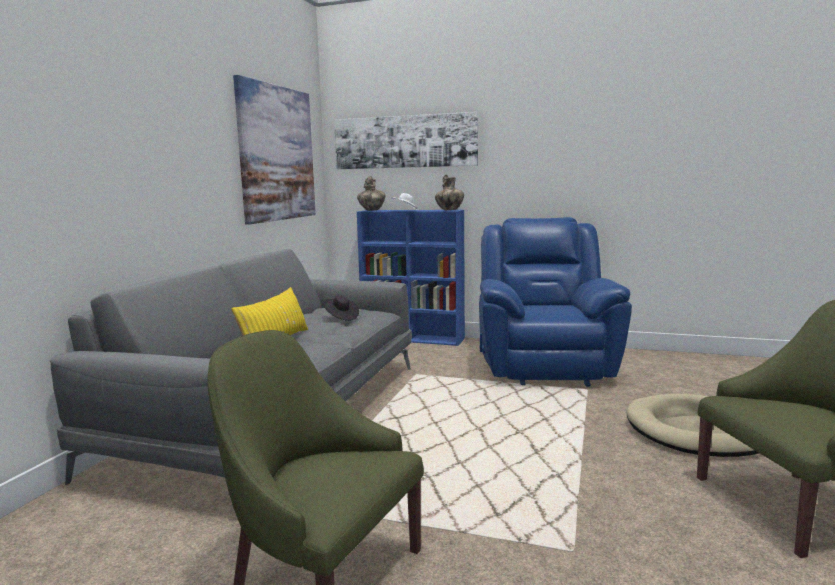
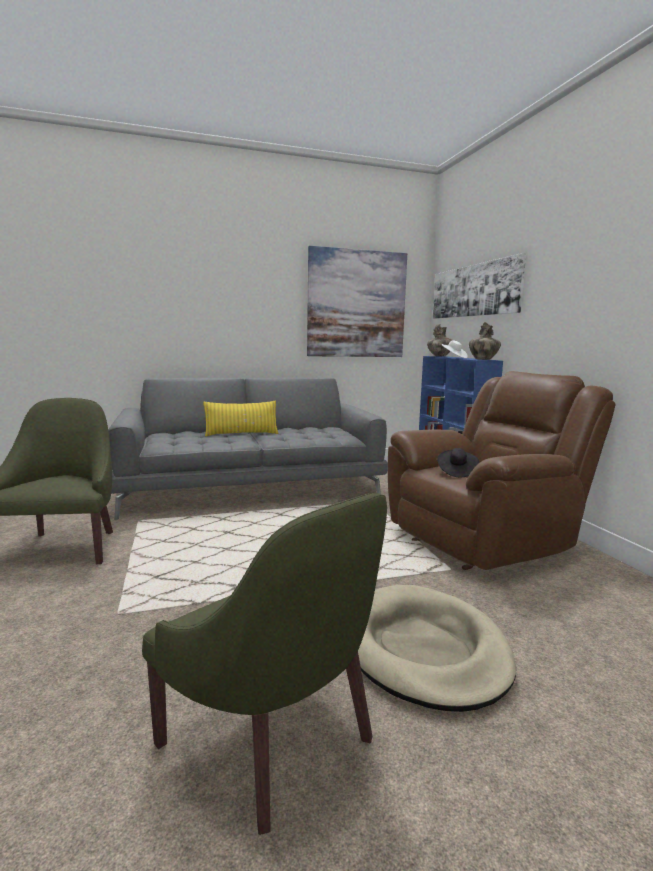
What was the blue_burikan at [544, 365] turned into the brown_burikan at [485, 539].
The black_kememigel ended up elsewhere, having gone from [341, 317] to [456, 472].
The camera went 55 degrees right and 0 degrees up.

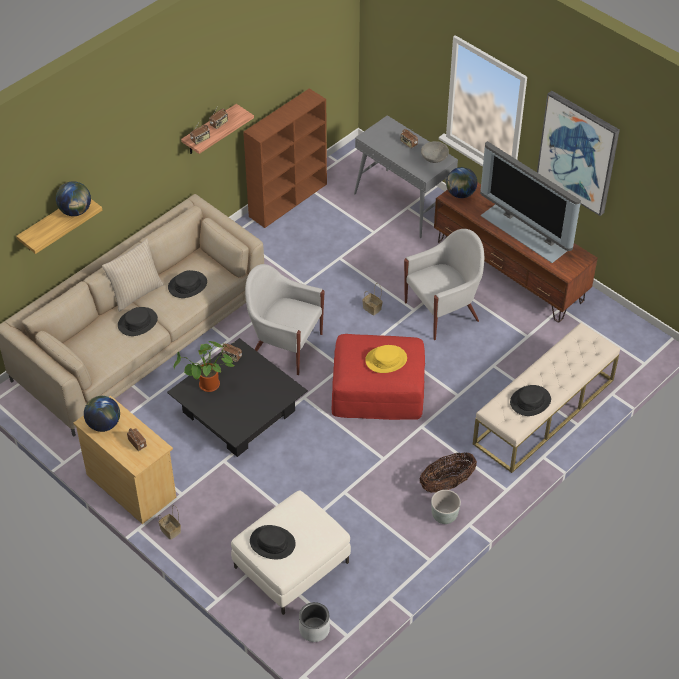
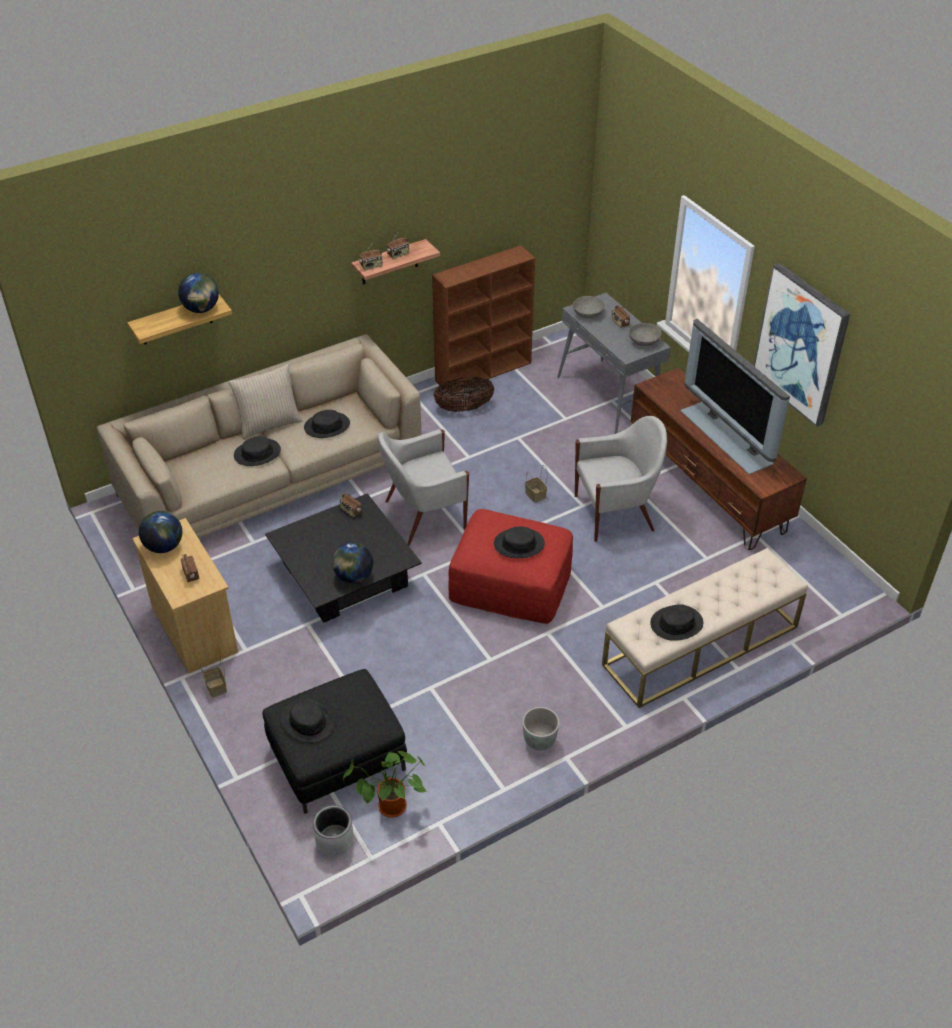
The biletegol ended up elsewhere, having gone from [460, 194] to [353, 576].
The white_burikan at [284, 345] ended up facing another way, 60 degrees counterclockwise from before.
The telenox ended up elsewhere, having gone from [208, 387] to [390, 809].
What was the yellow_kememigel at [386, 359] turned into the black_kememigel at [519, 544].
The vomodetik ended up elsewhere, having gone from [447, 483] to [464, 408].
What was the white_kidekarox at [292, 565] turned into the black_kidekarox at [338, 757].
The second view gained the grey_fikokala at [588, 314].
The camera went 15 degrees right and 5 degrees down.

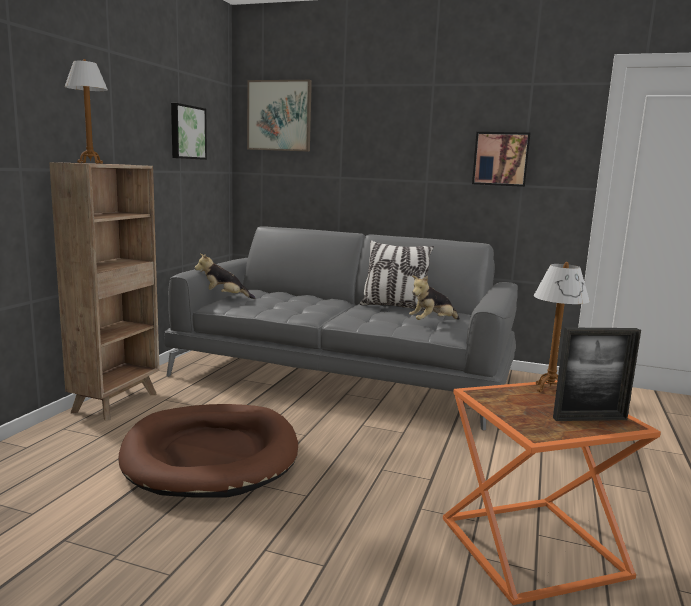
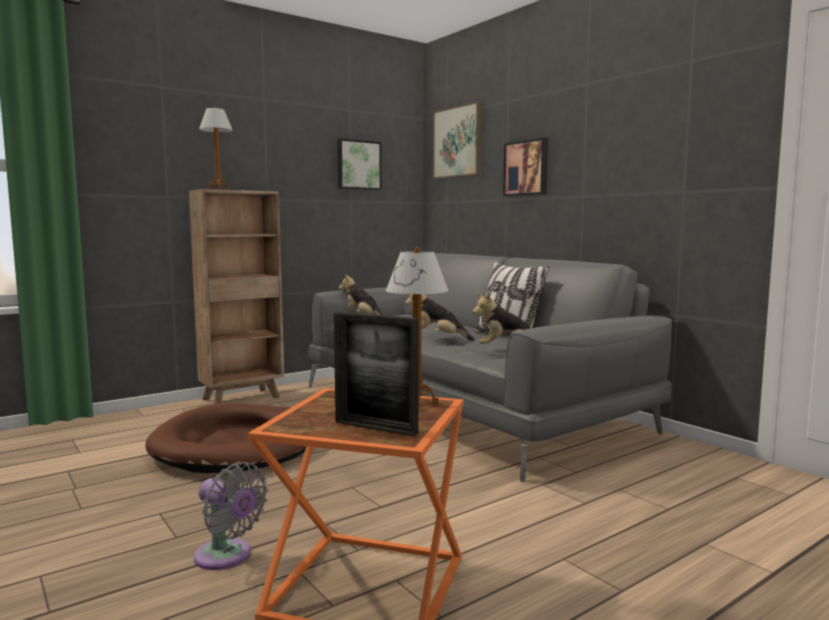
The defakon ended up elsewhere, having gone from [501, 159] to [527, 168].
The second view gained the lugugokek at [438, 338].
The second view gained the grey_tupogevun at [227, 557].
The camera went 35 degrees right and 5 degrees down.

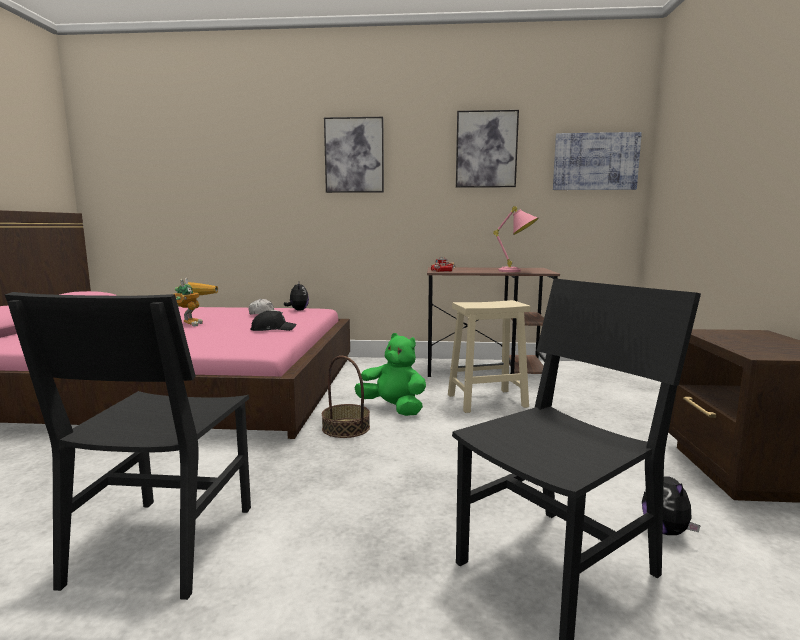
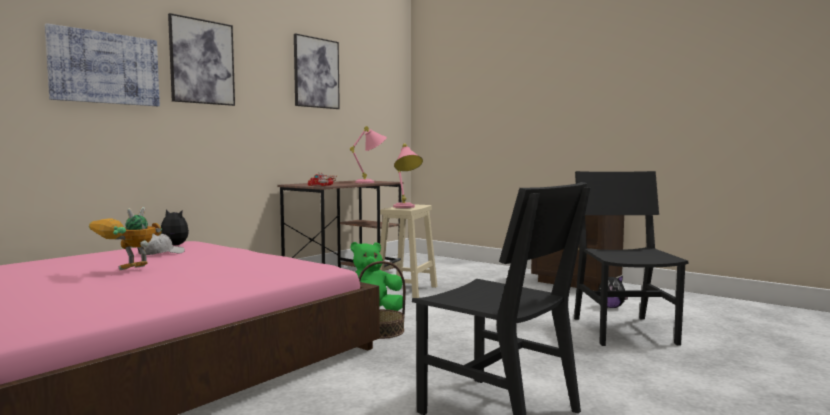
The defakon ended up elsewhere, having gone from [595, 161] to [105, 68].
The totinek at [193, 323] ended up facing another way, 90 degrees counterclockwise from before.
The second view lost the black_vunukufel at [273, 329].
The second view gained the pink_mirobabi at [406, 207].
The camera went 55 degrees left and 5 degrees down.

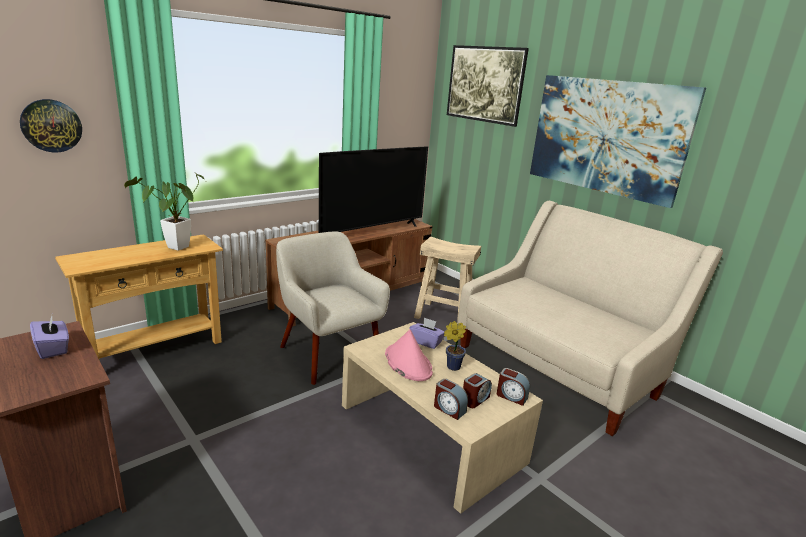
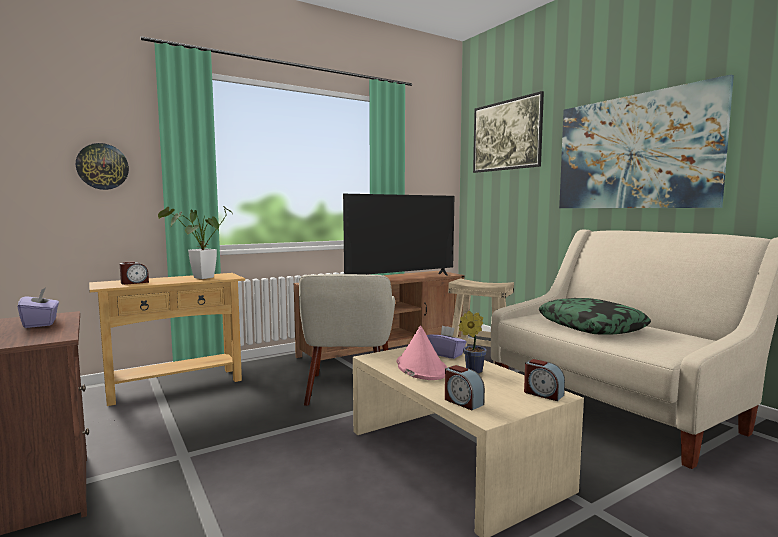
The beige_burikan at [328, 353] ended up facing another way, 150 degrees counterclockwise from before.
The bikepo ended up elsewhere, having gone from [475, 399] to [134, 282].
The second view gained the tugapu at [591, 326].
The camera went 10 degrees right and 15 degrees down.

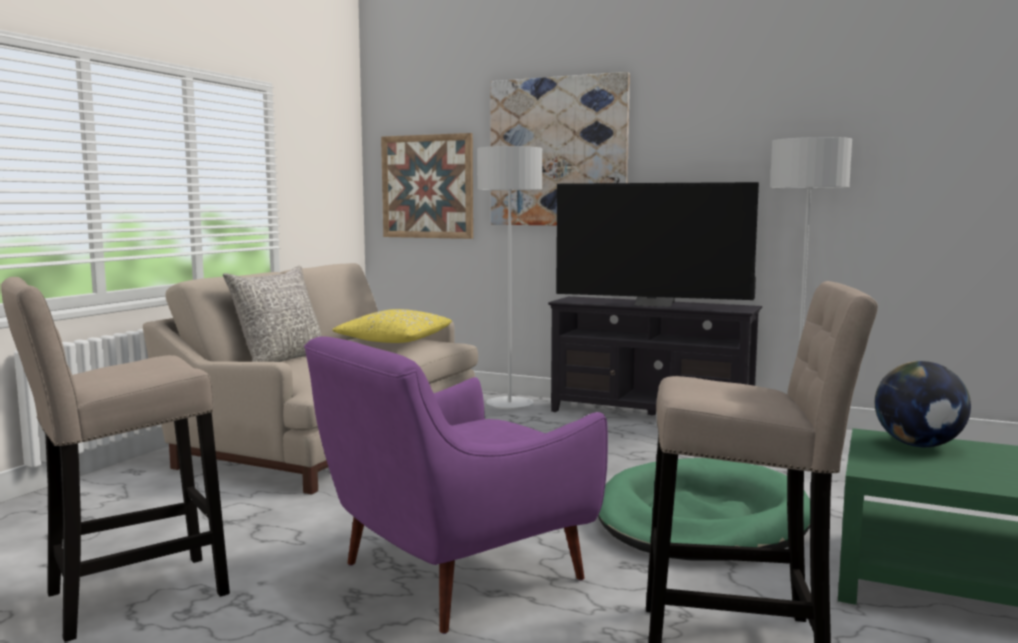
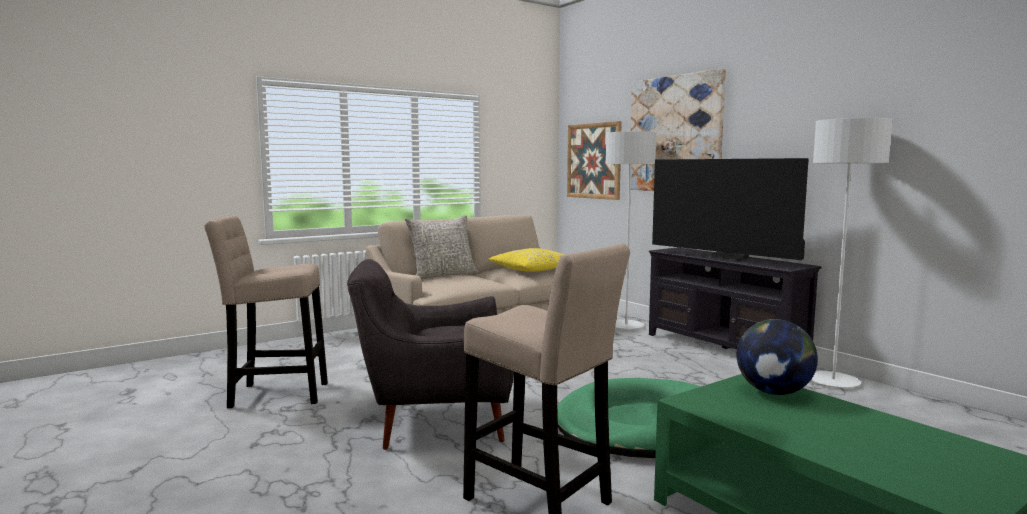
What was the purple_burikan at [452, 575] turned into the grey_burikan at [433, 421].
The camera went 30 degrees right and 0 degrees up.

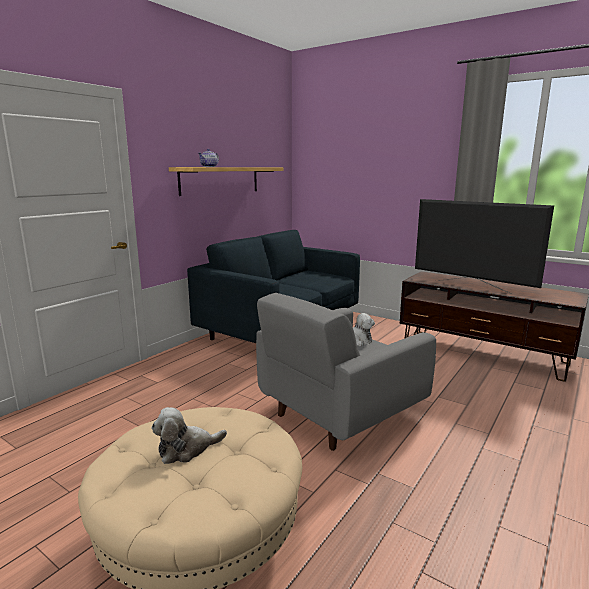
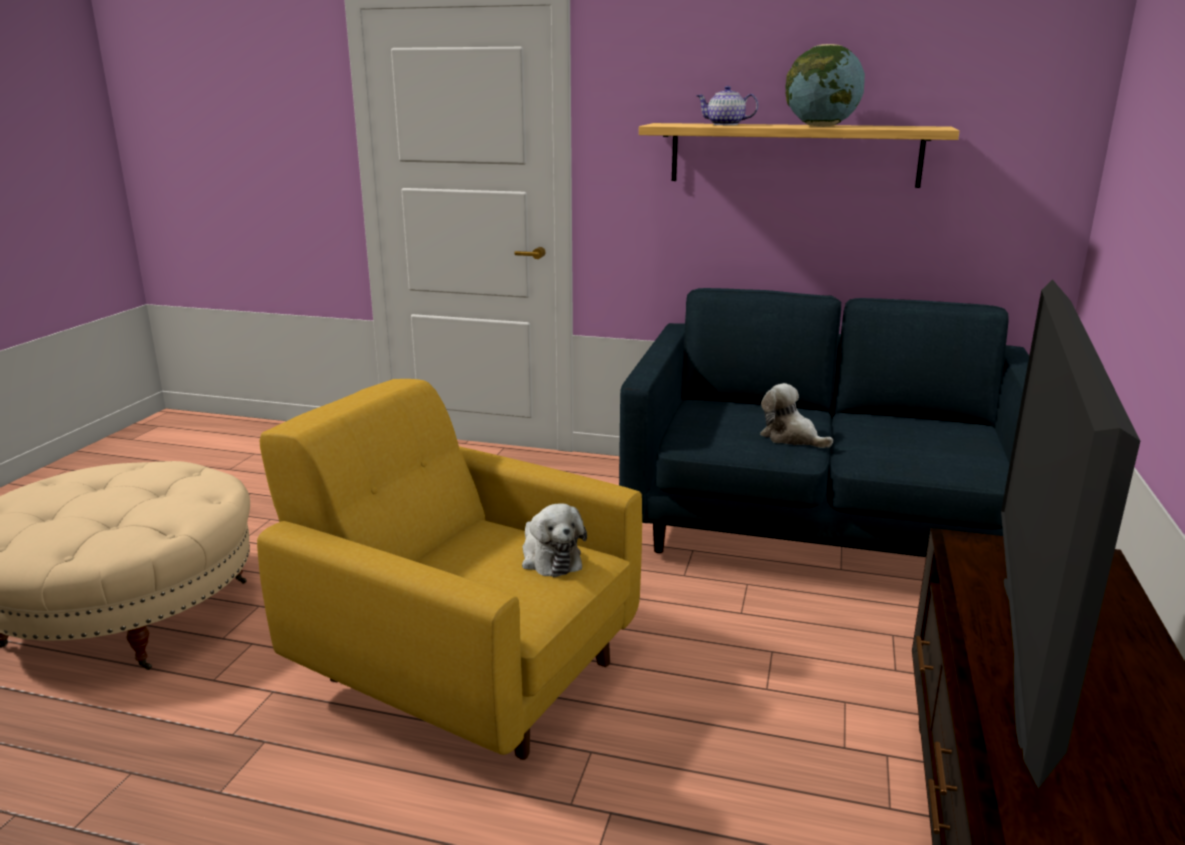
What was the grey_burikan at [339, 413] turned into the yellow_burikan at [464, 667].
The lugugokek ended up elsewhere, having gone from [186, 449] to [791, 438].
The second view gained the biletegol at [821, 126].
The camera went 70 degrees right and 5 degrees up.

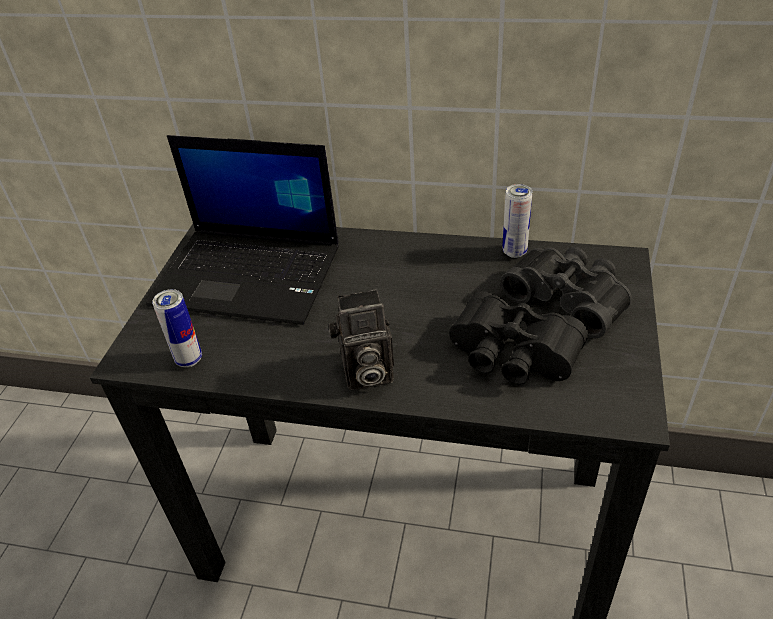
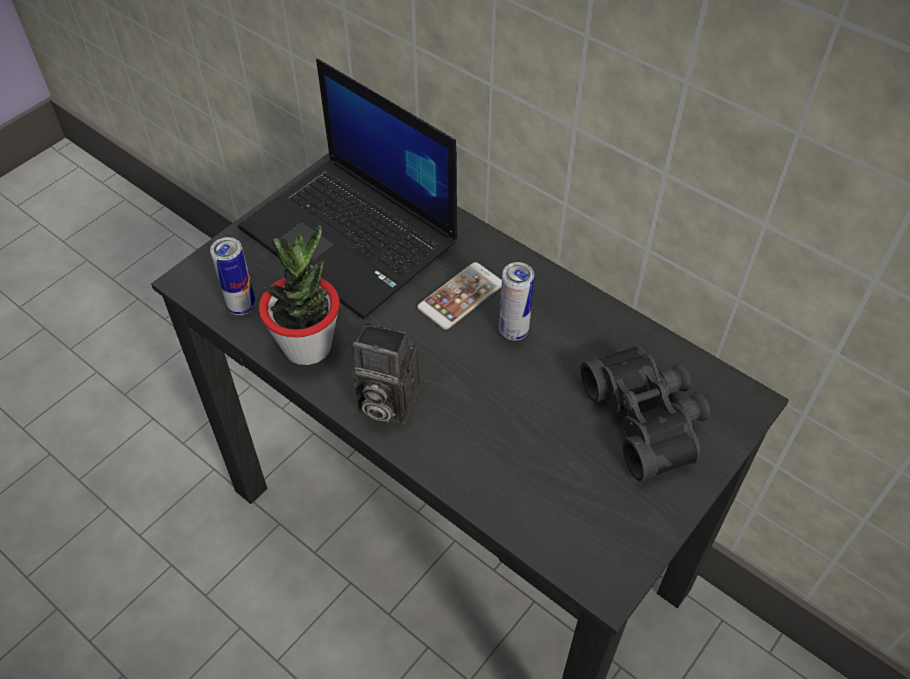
The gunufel ended up elsewhere, having gone from [514, 252] to [513, 331].
The second view lost the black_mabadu at [511, 357].
The second view gained the telenox at [308, 346].
The second view gained the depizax at [460, 296].
The camera went 25 degrees right and 10 degrees up.

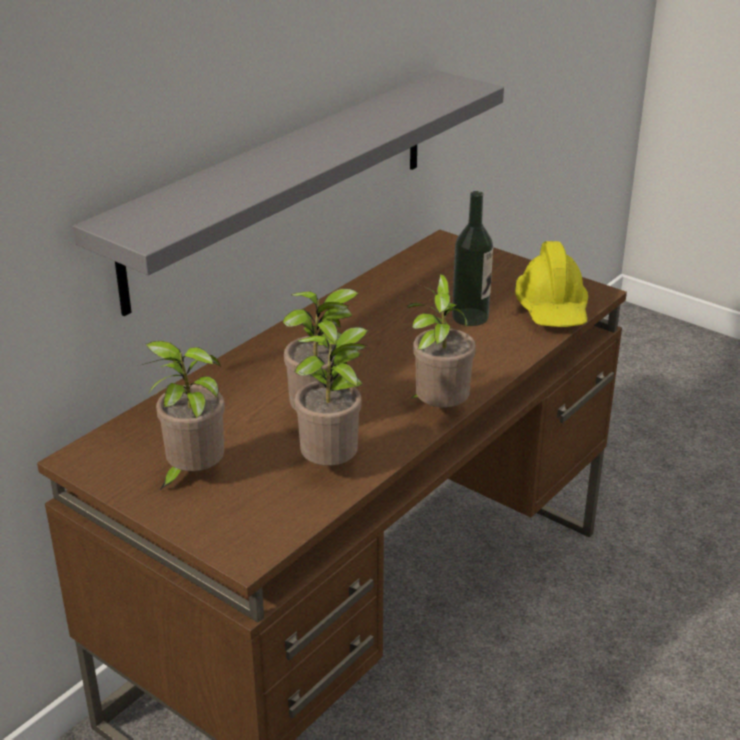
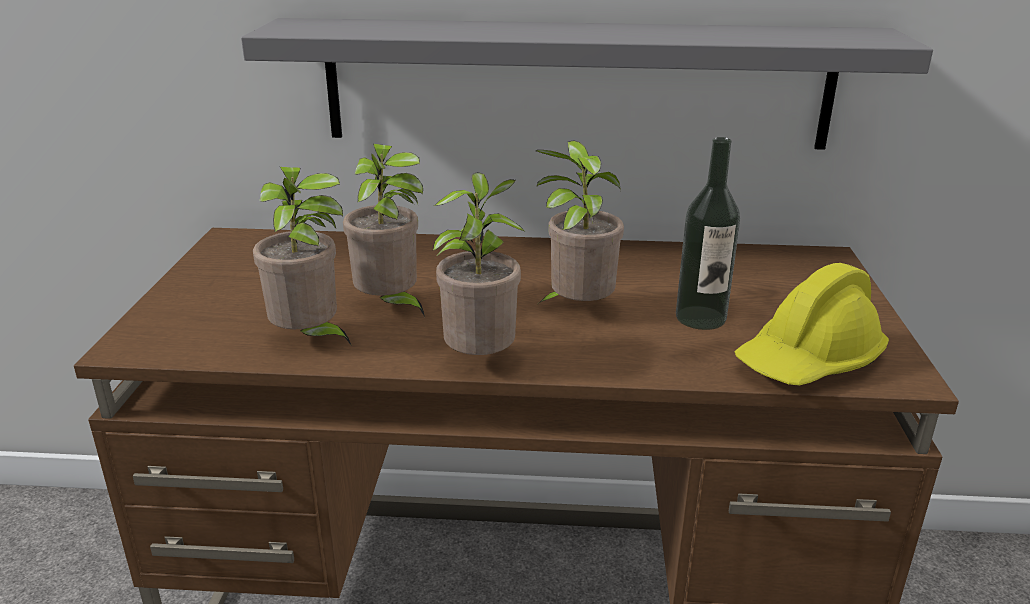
The telenox ended up elsewhere, having gone from [192, 476] to [577, 310].
The camera went 55 degrees right and 5 degrees down.

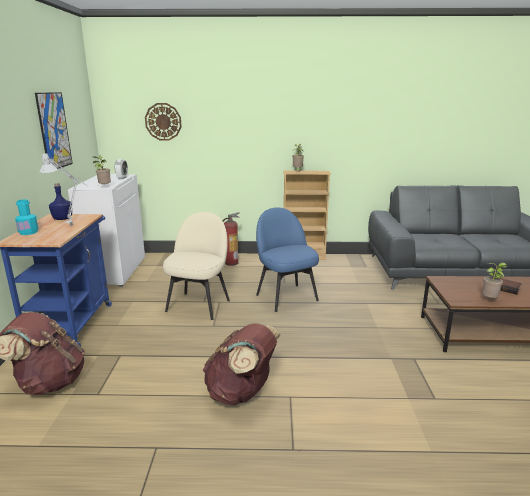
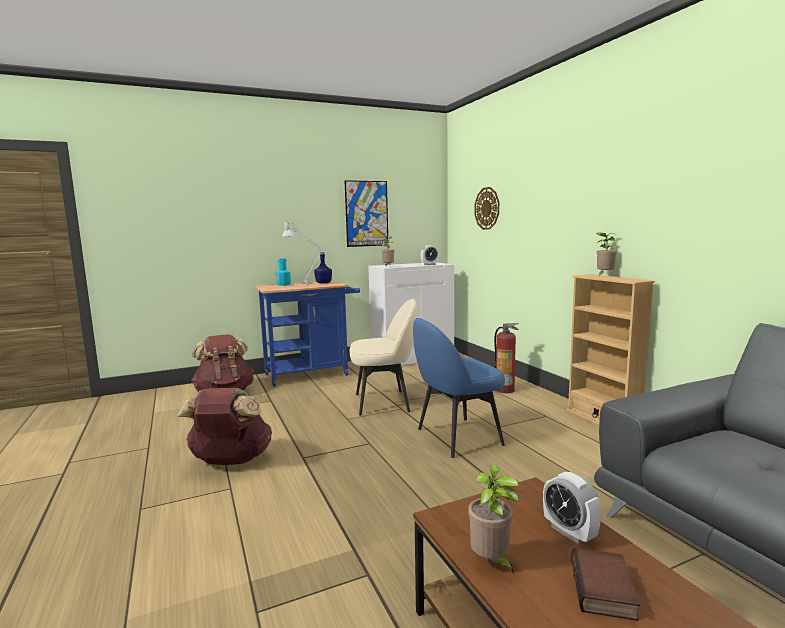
The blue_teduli at [286, 297] ended up facing another way, 150 degrees counterclockwise from before.
The second view gained the bikepo at [569, 532].
The camera went 65 degrees right and 10 degrees down.

